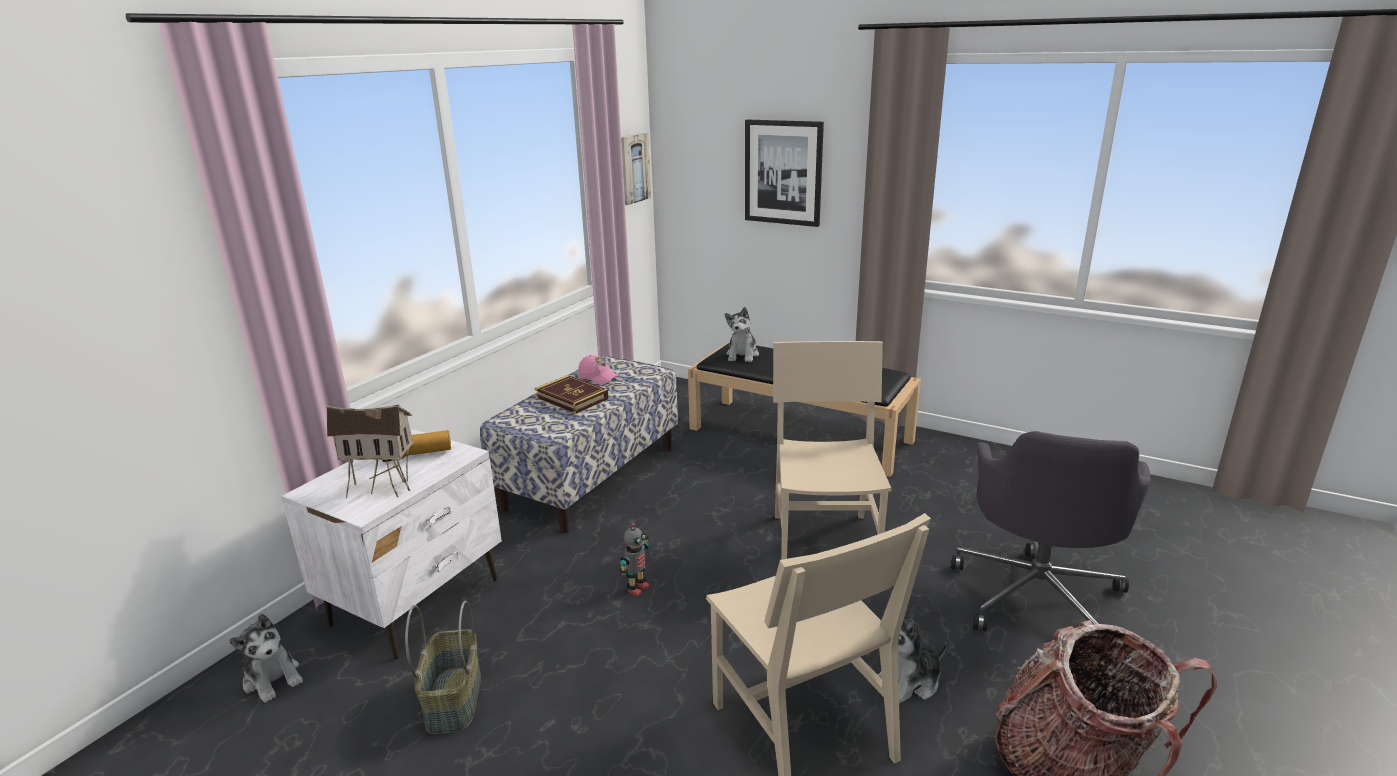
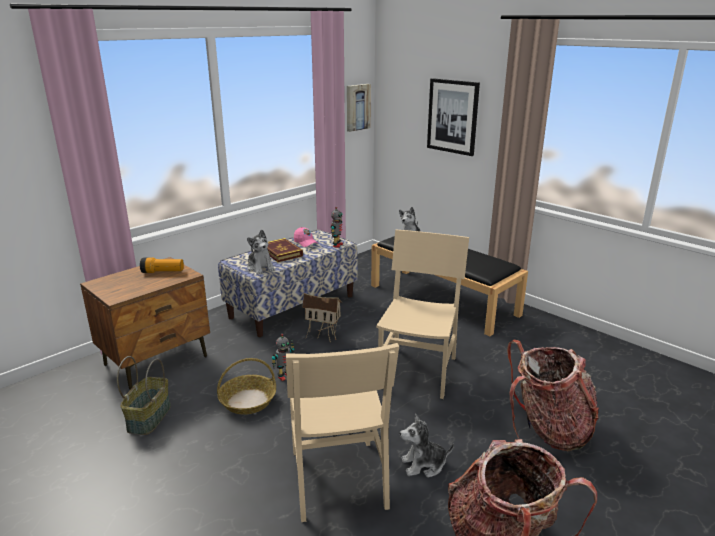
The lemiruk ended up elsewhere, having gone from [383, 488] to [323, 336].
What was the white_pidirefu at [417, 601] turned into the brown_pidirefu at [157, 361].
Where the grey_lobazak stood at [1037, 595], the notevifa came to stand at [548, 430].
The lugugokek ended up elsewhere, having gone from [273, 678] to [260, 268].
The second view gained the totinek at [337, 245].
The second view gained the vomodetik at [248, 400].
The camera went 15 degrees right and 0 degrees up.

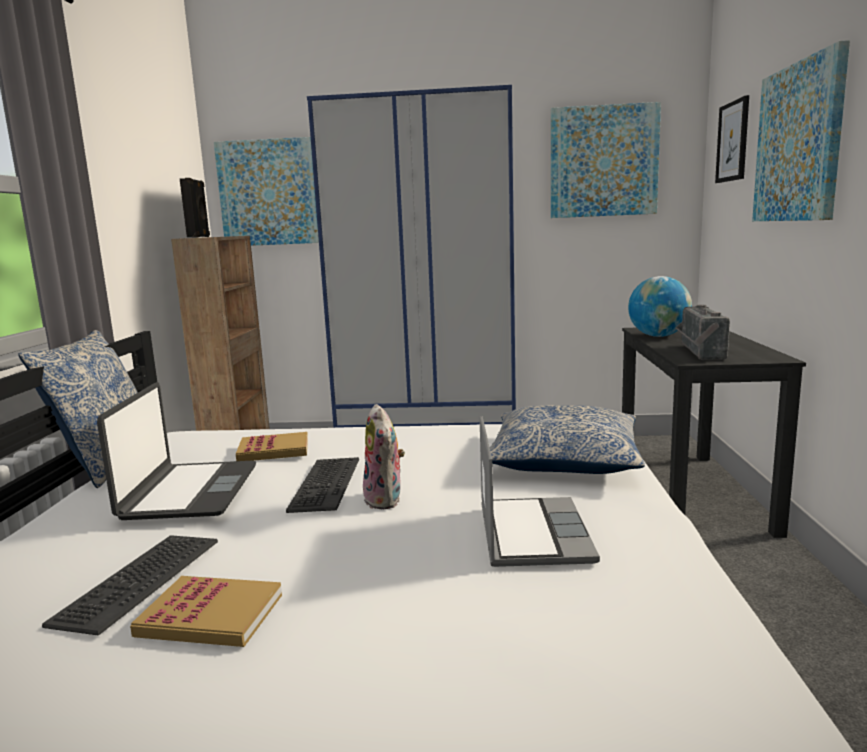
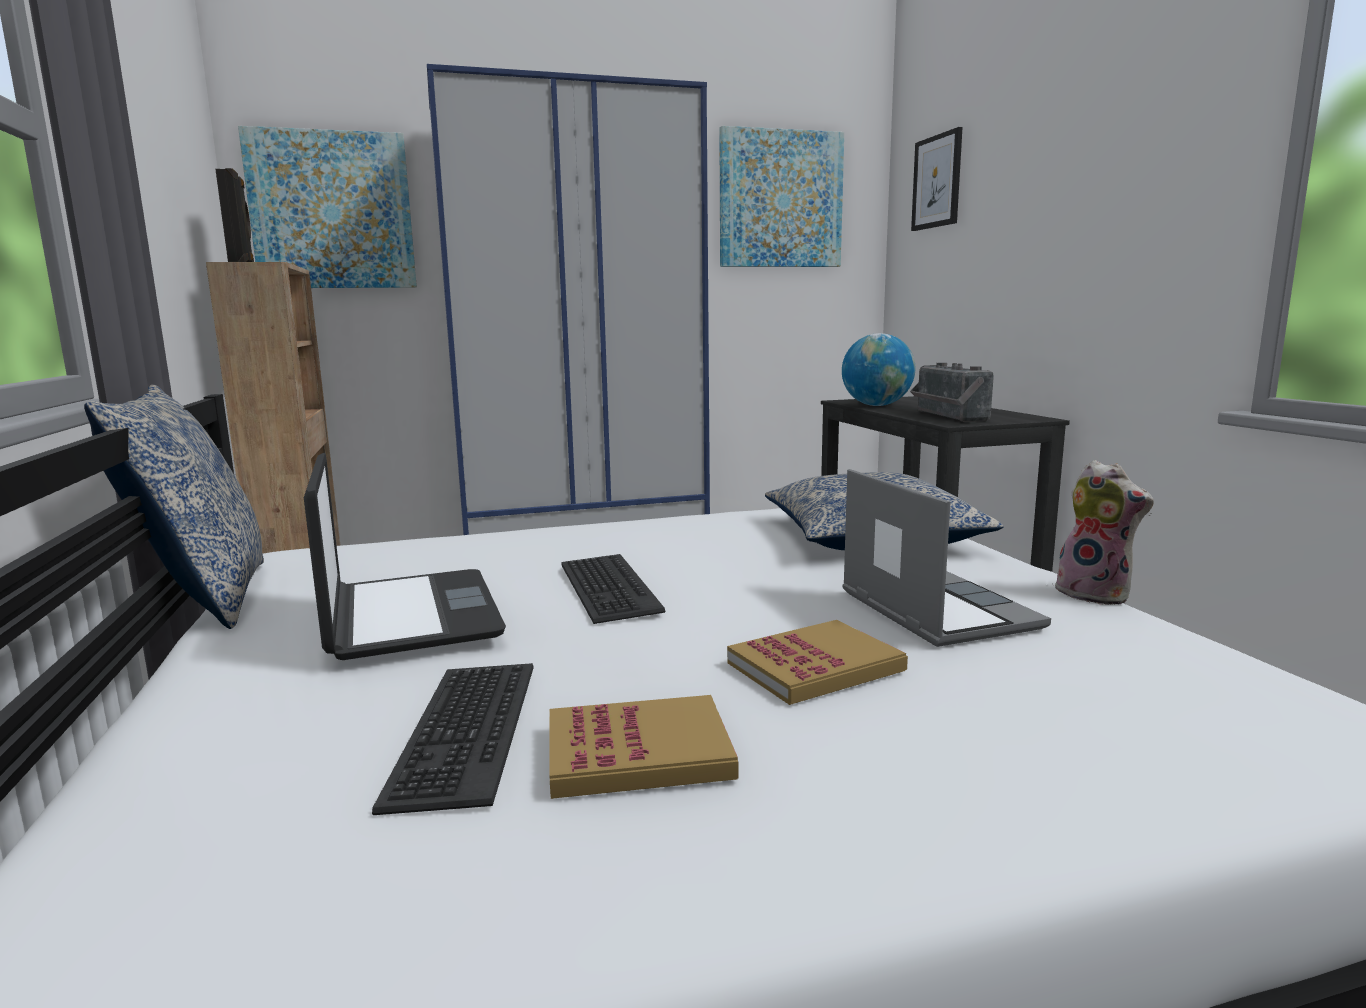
The second view lost the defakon at [799, 143].
The lugugokek ended up elsewhere, having gone from [386, 500] to [1096, 594].
The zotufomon ended up elsewhere, having gone from [273, 450] to [815, 667].
The camera went 20 degrees left and 0 degrees up.

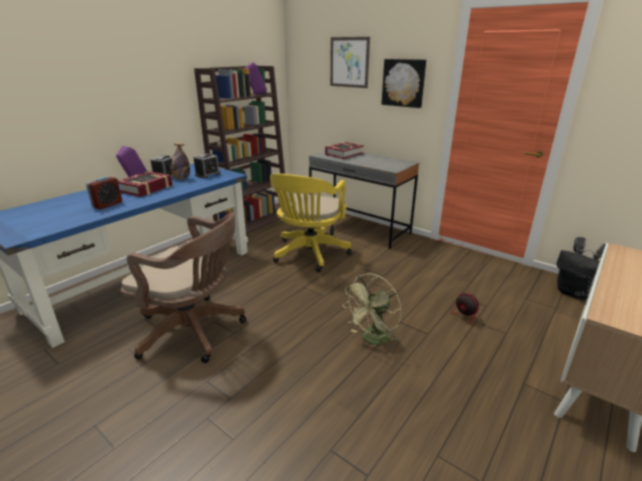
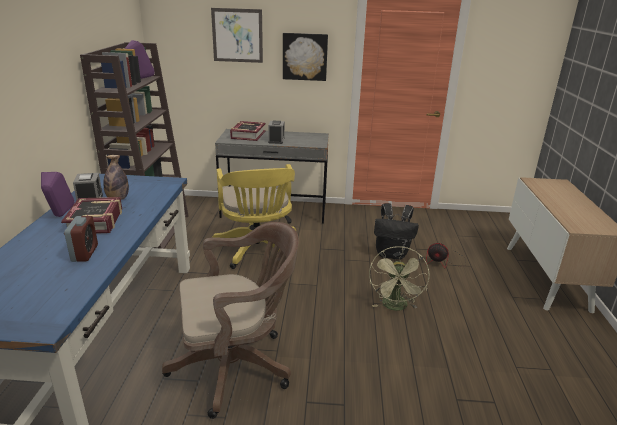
The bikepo ended up elsewhere, having gone from [207, 174] to [276, 140].
The black_notevifa ended up elsewhere, having gone from [575, 293] to [392, 254].
The camera went 35 degrees left and 0 degrees up.

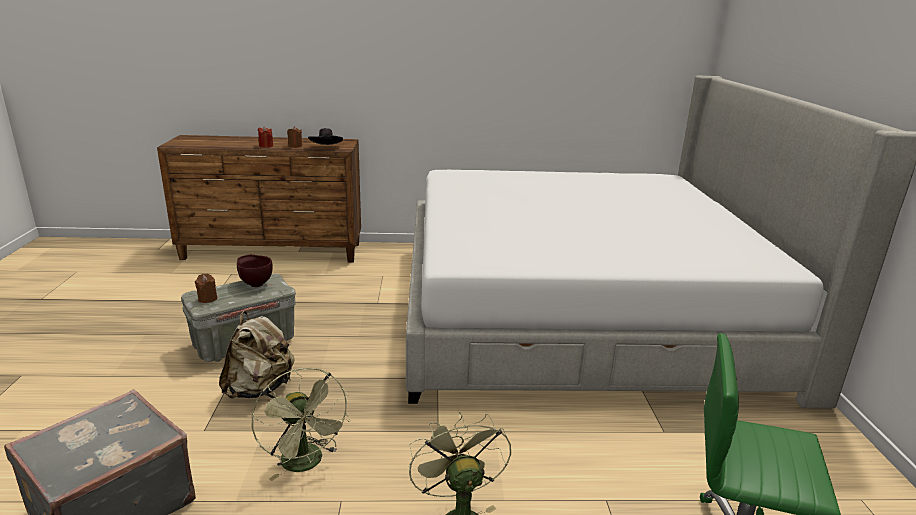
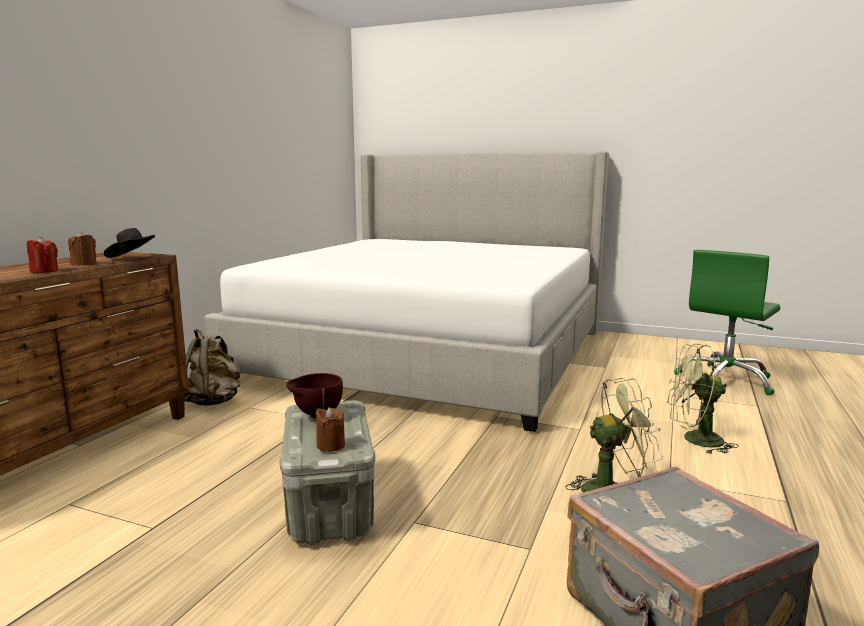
The beige_notevifa ended up elsewhere, having gone from [259, 389] to [213, 401].
The camera went 65 degrees left and 10 degrees down.

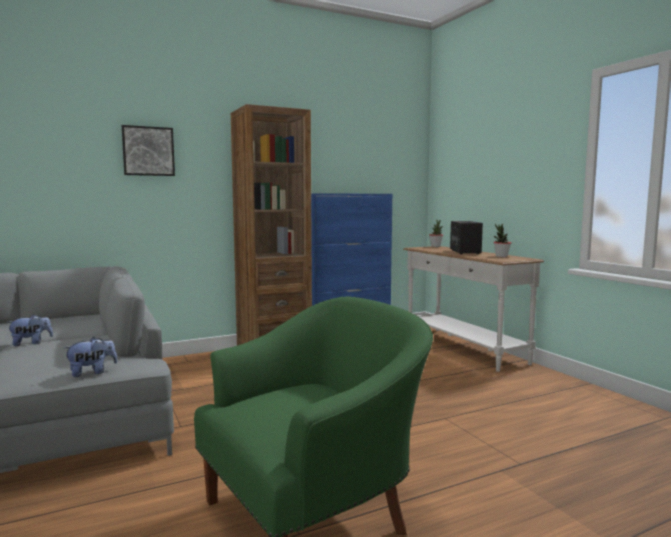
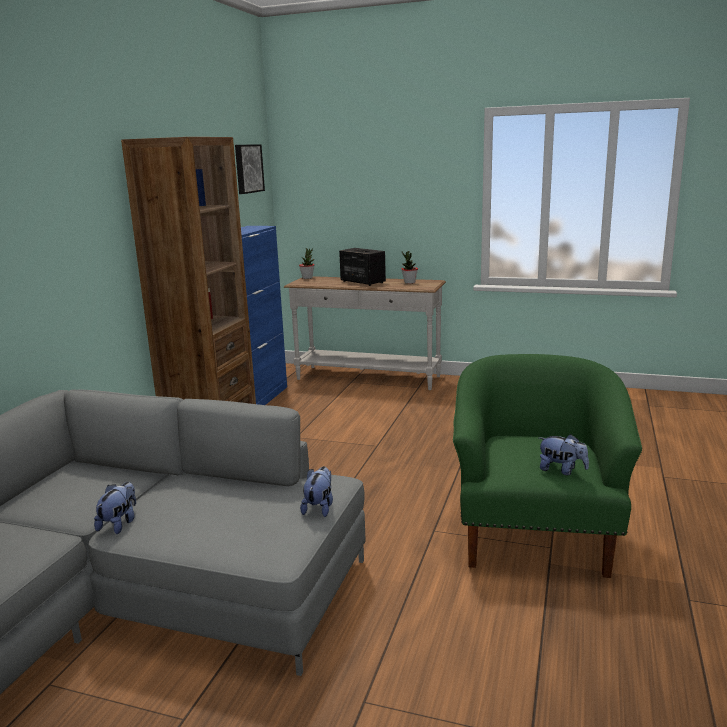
The defakon ended up elsewhere, having gone from [148, 151] to [247, 168].
The second view gained the lugugokek at [561, 470].
The camera went 45 degrees left and 10 degrees up.

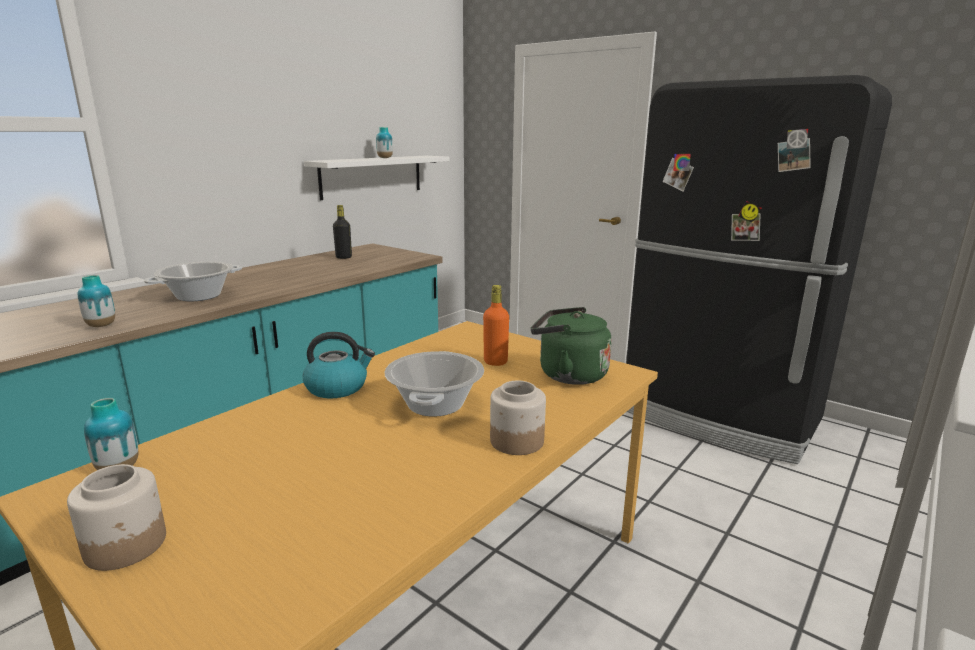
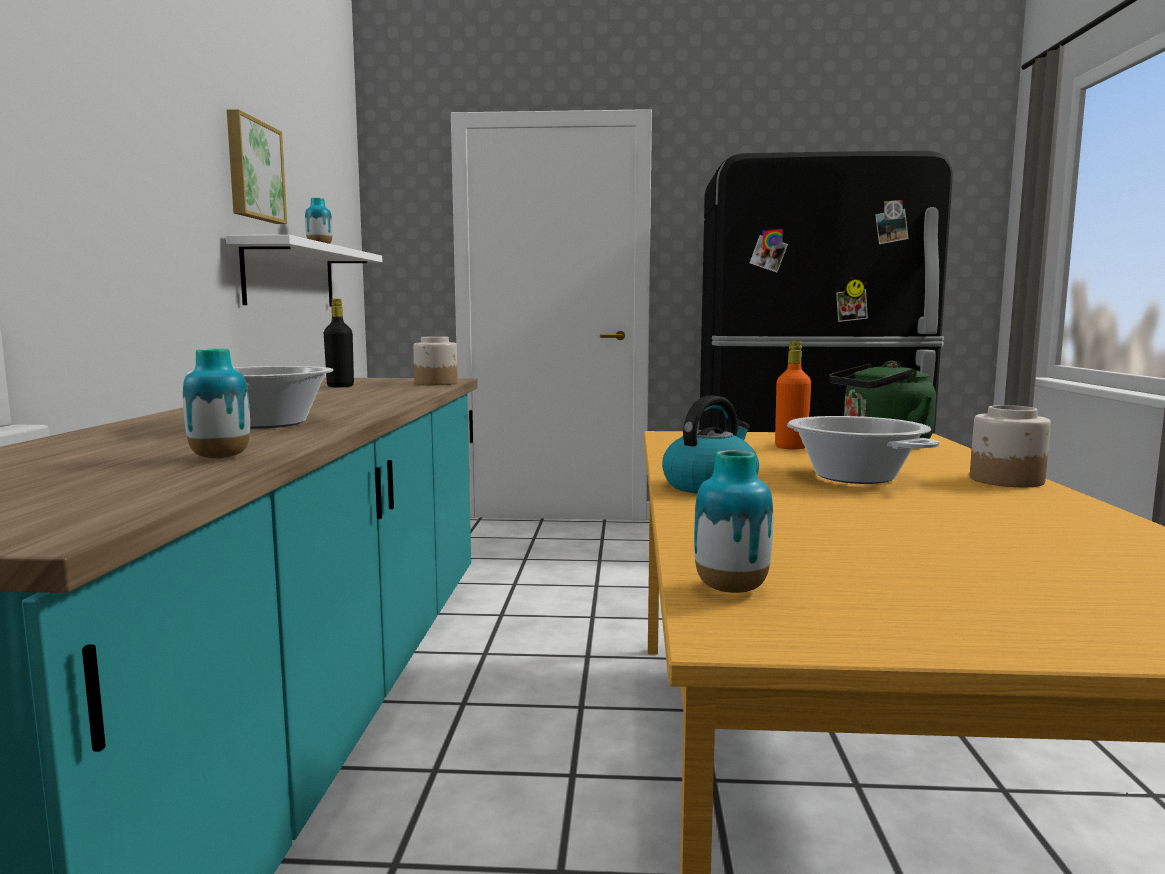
The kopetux ended up elsewhere, having gone from [126, 545] to [436, 383].
The second view gained the defakon at [253, 170].
The camera went 35 degrees left and 10 degrees down.

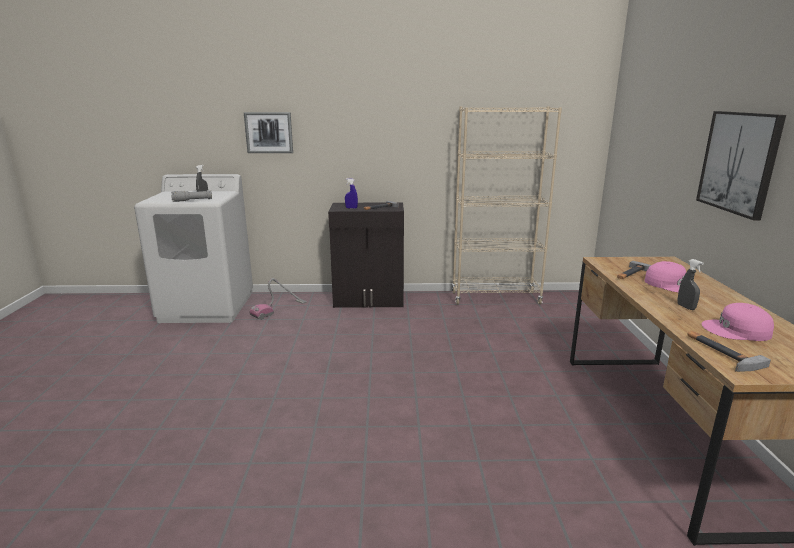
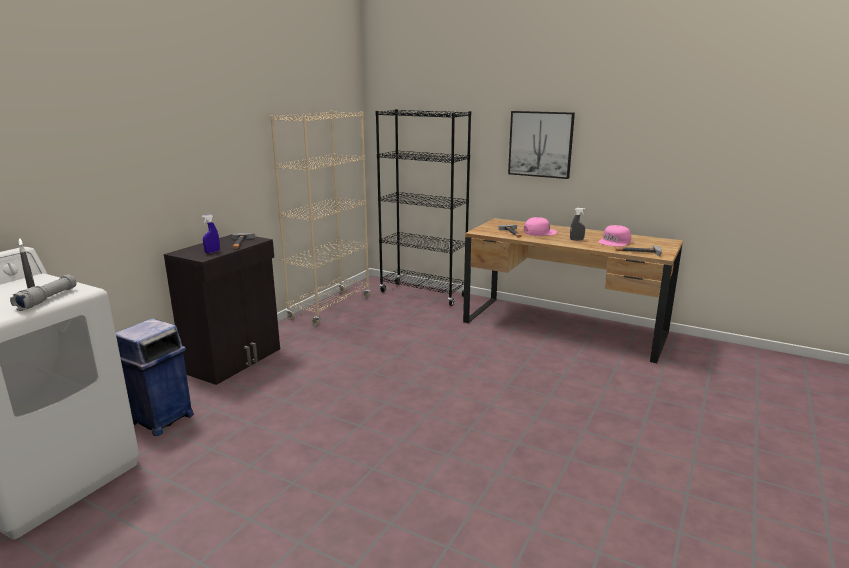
The second view lost the defakon at [269, 132].
Where the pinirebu stood at [279, 309], the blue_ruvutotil came to stand at [161, 419].
The second view gained the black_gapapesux at [423, 294].
The camera went 60 degrees left and 0 degrees up.

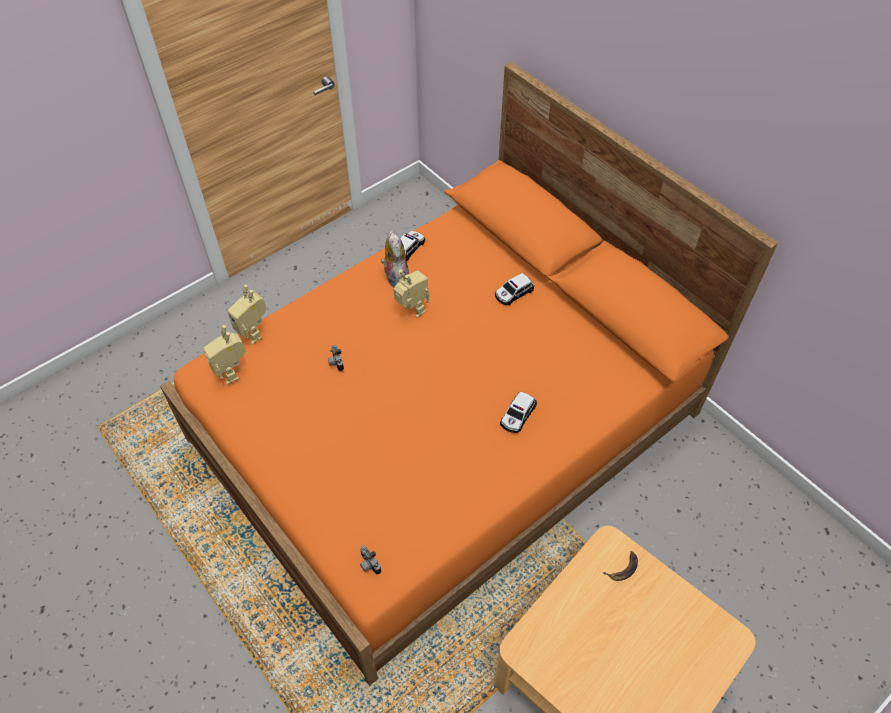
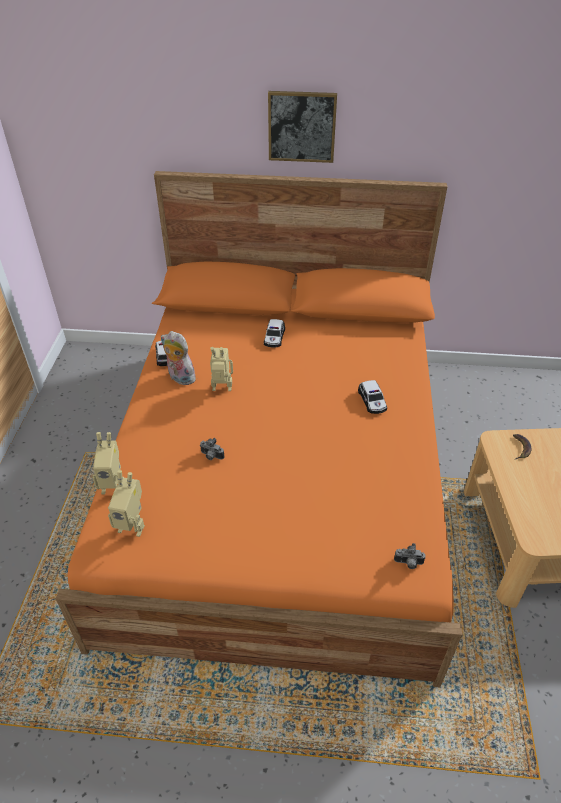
The second view gained the defakon at [301, 126].
The camera went 45 degrees left and 10 degrees down.

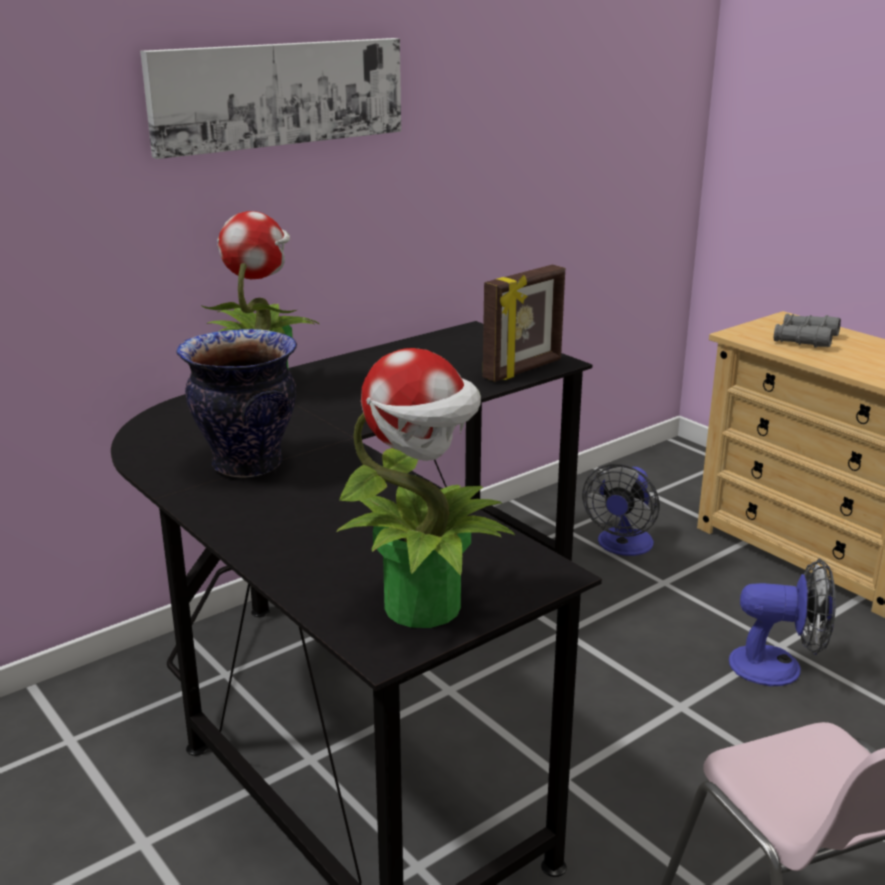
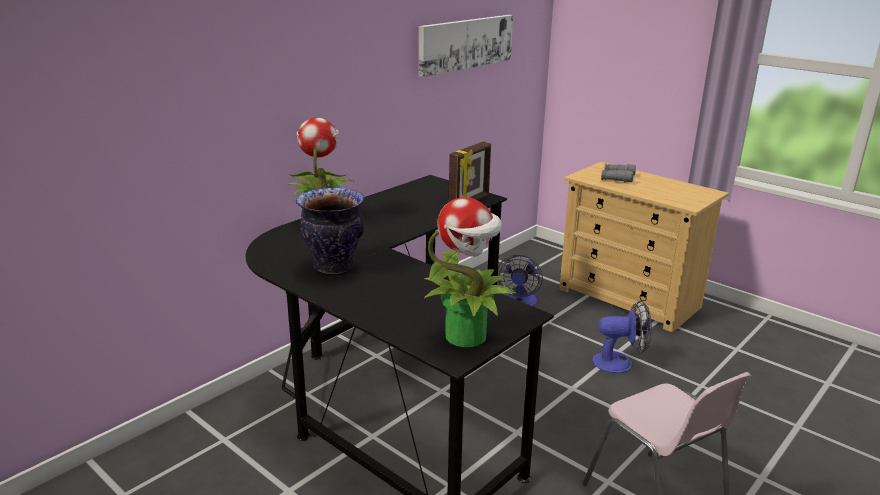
The defakon ended up elsewhere, having gone from [279, 94] to [465, 43].
The camera went 10 degrees left and 0 degrees up.

